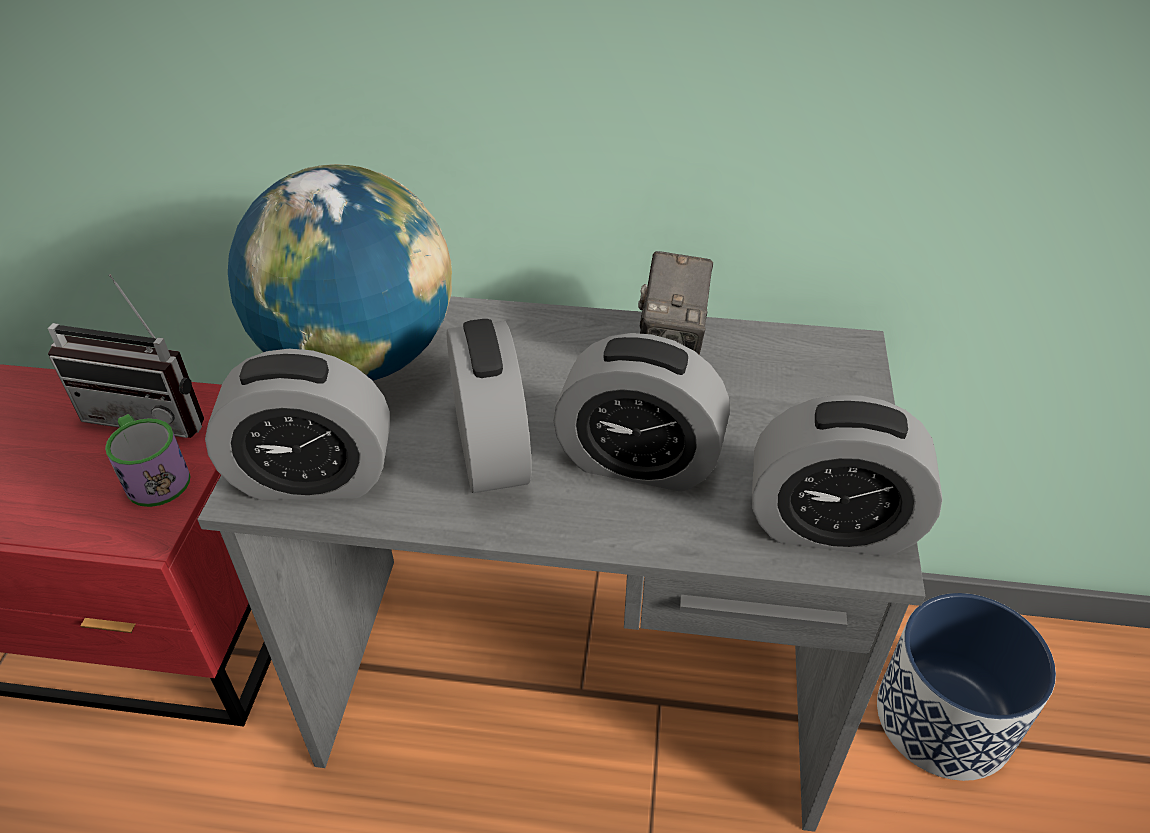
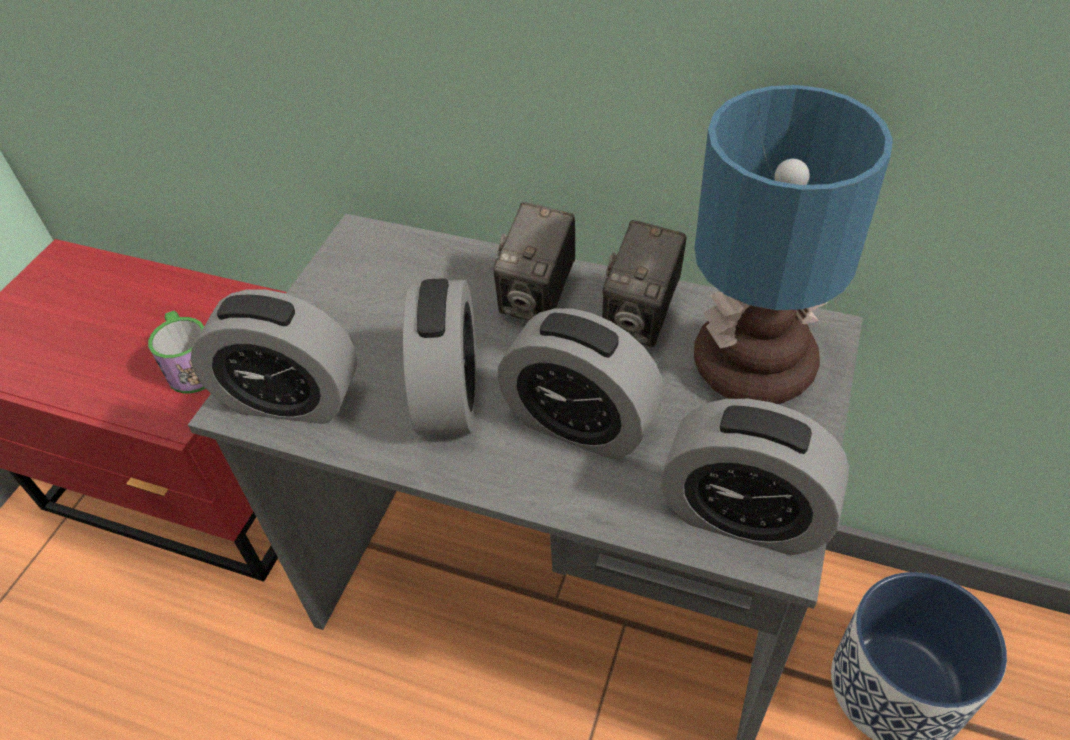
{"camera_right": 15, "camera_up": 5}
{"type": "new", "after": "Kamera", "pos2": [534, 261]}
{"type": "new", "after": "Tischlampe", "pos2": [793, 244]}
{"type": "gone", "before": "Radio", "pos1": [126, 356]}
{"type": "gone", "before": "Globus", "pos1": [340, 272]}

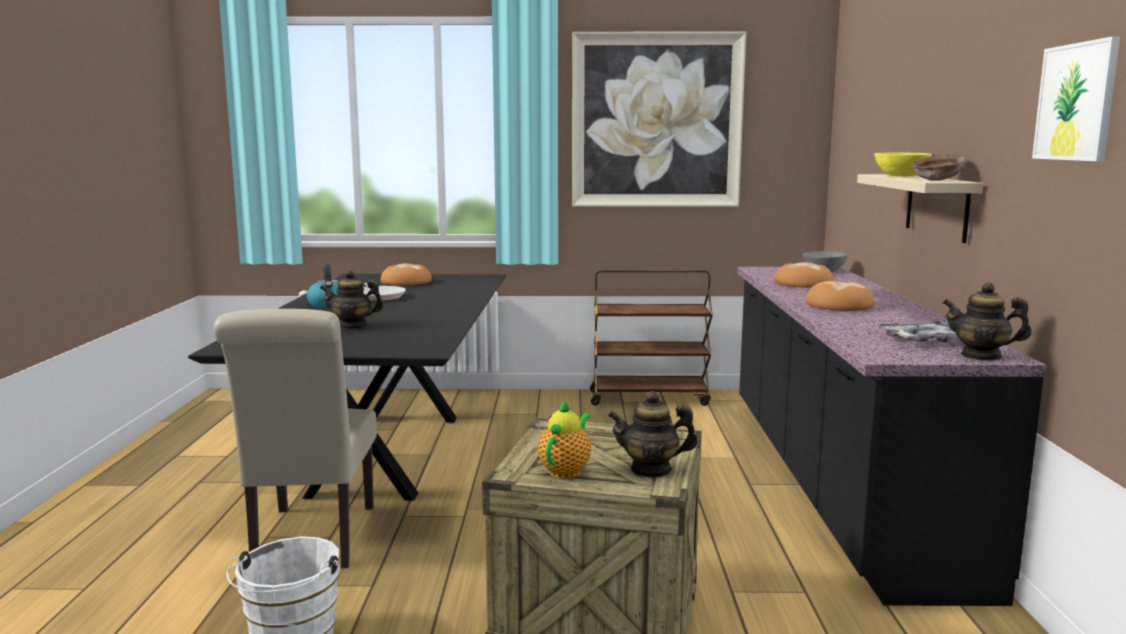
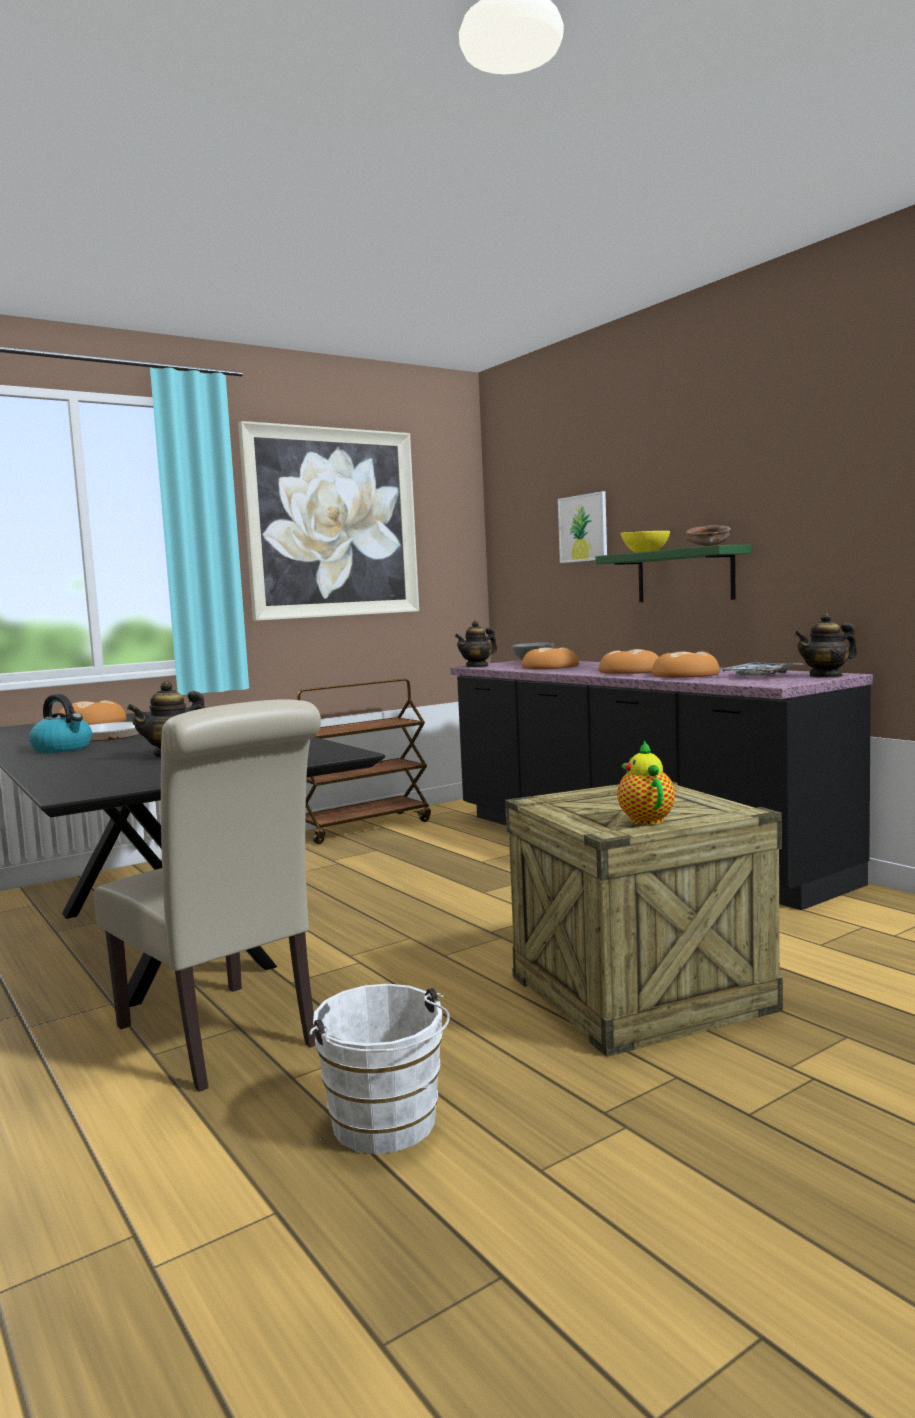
{"camera_right": -35, "camera_up": -5}
{"type": "shifted", "before": "Teekanne", "pos1": [653, 434], "pos2": [476, 643]}
{"type": "shifted", "before": "Bild", "pos1": [1076, 98], "pos2": [582, 527]}
{"type": "repainted", "before": "Wandregal (beige)", "after": "Wandregal (grün)", "pos1": [920, 208], "pos2": [673, 573]}
{"type": "new", "after": "Brot", "pos2": [685, 664]}

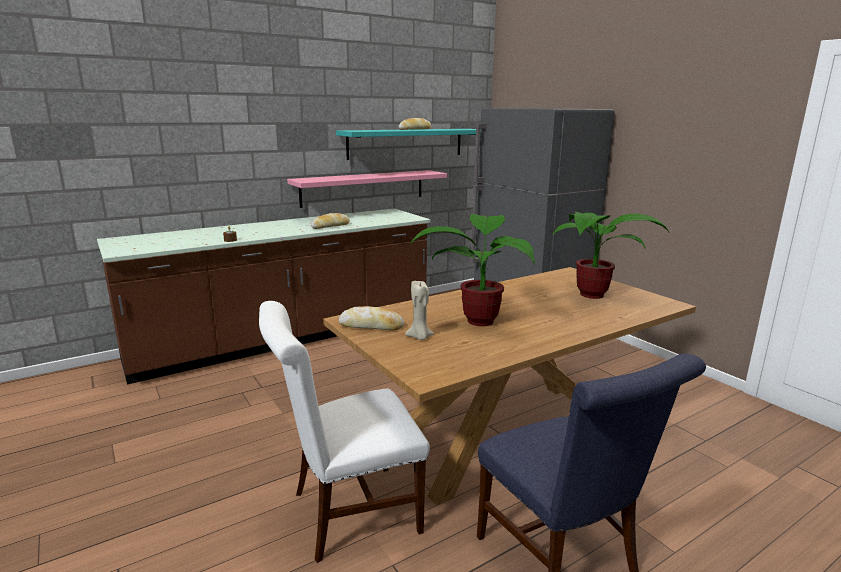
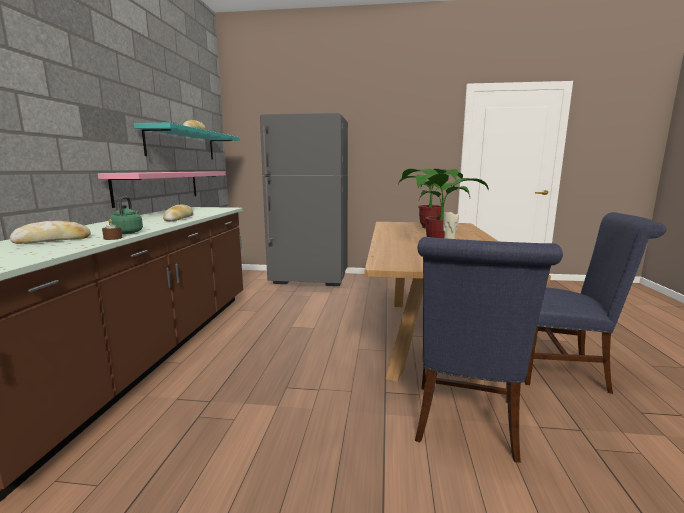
{"camera_right": -50, "camera_up": -5}
{"type": "shifted", "before": "Brot", "pos1": [371, 318], "pos2": [50, 232]}
{"type": "new", "after": "Wasserkessel (grün)", "pos2": [126, 215]}
{"type": "repainted", "before": "Stuhl (weiß)", "after": "Stuhl (blau)", "pos1": [344, 432], "pos2": [489, 350]}

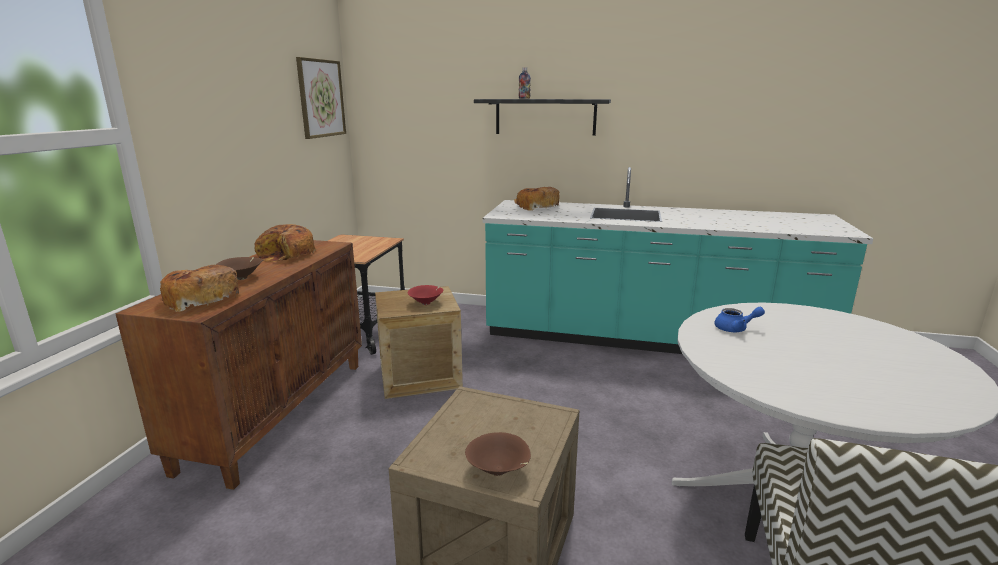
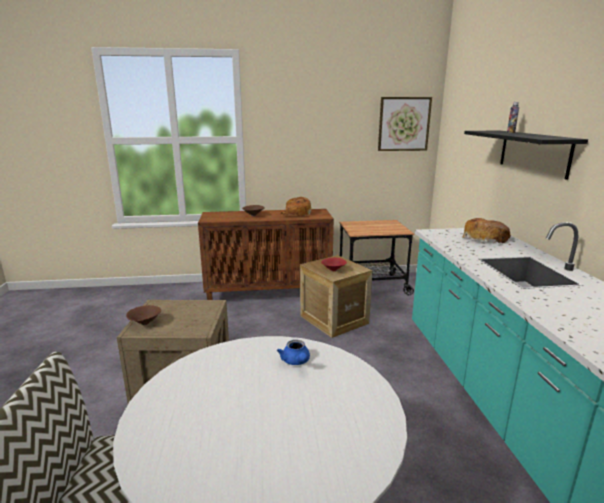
{"camera_right": 70, "camera_up": 0}
{"type": "gone", "before": "Brot", "pos1": [199, 288]}

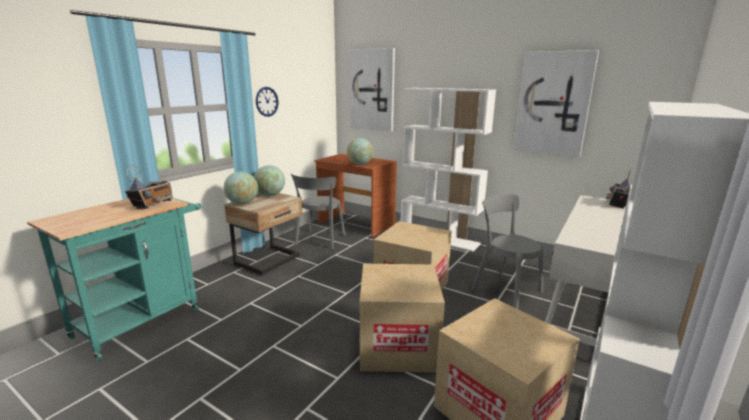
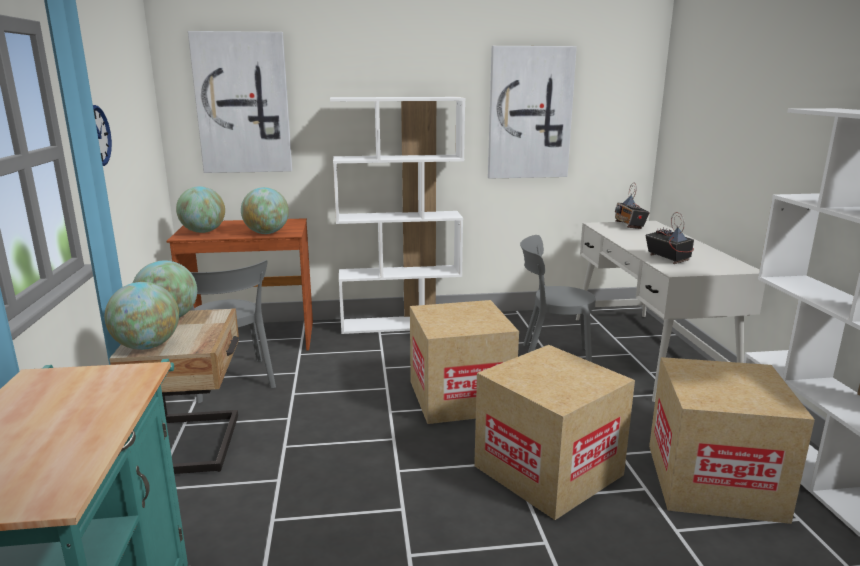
{"camera_right": -40, "camera_up": 0}
{"type": "new", "after": "Globus", "pos2": [200, 209]}
{"type": "shifted", "before": "Radio", "pos1": [149, 187], "pos2": [669, 238]}

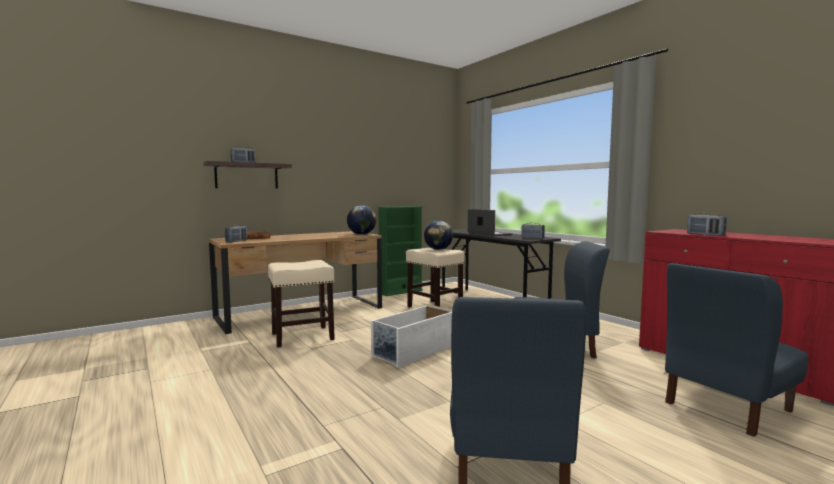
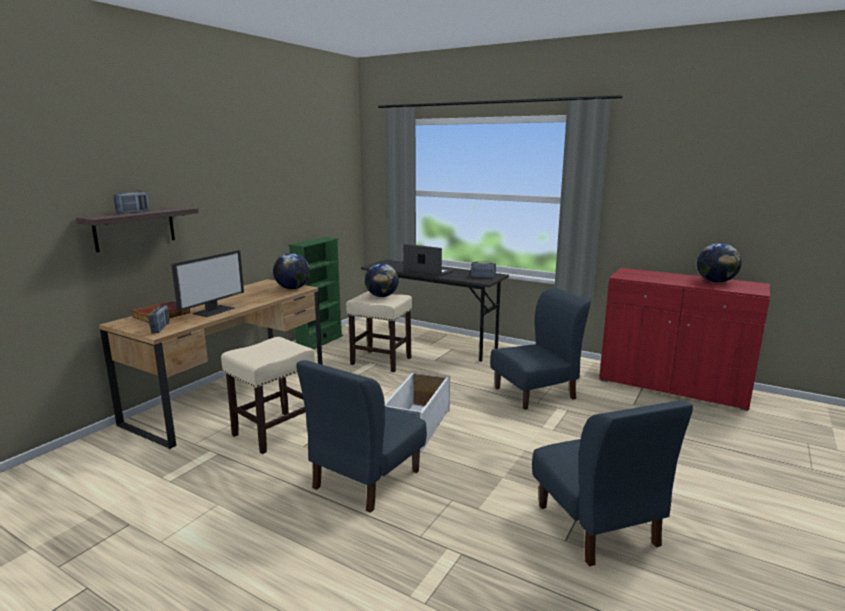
{"camera_right": -25, "camera_up": 10}
{"type": "new", "after": "Monitor", "pos2": [207, 283]}
{"type": "shifted", "before": "Stuhl (blau)", "pos1": [736, 350], "pos2": [361, 436]}
{"type": "new", "after": "Globus", "pos2": [719, 263]}
{"type": "gone", "before": "Radio", "pos1": [707, 224]}

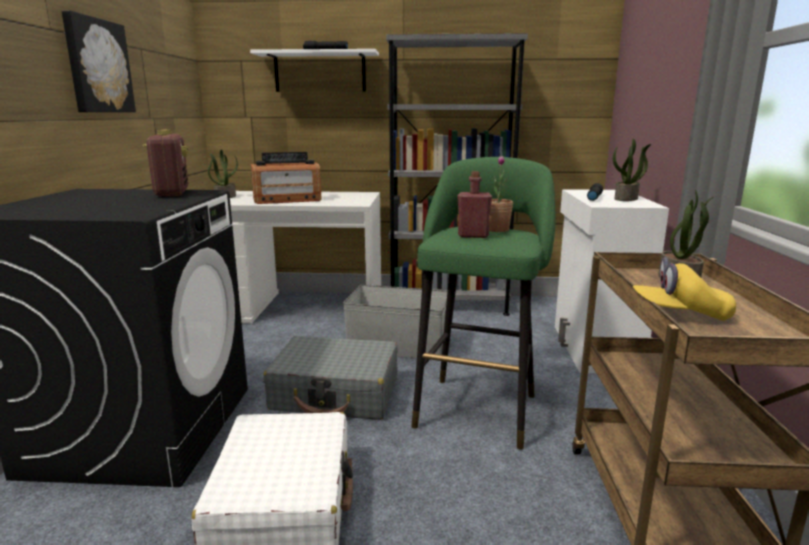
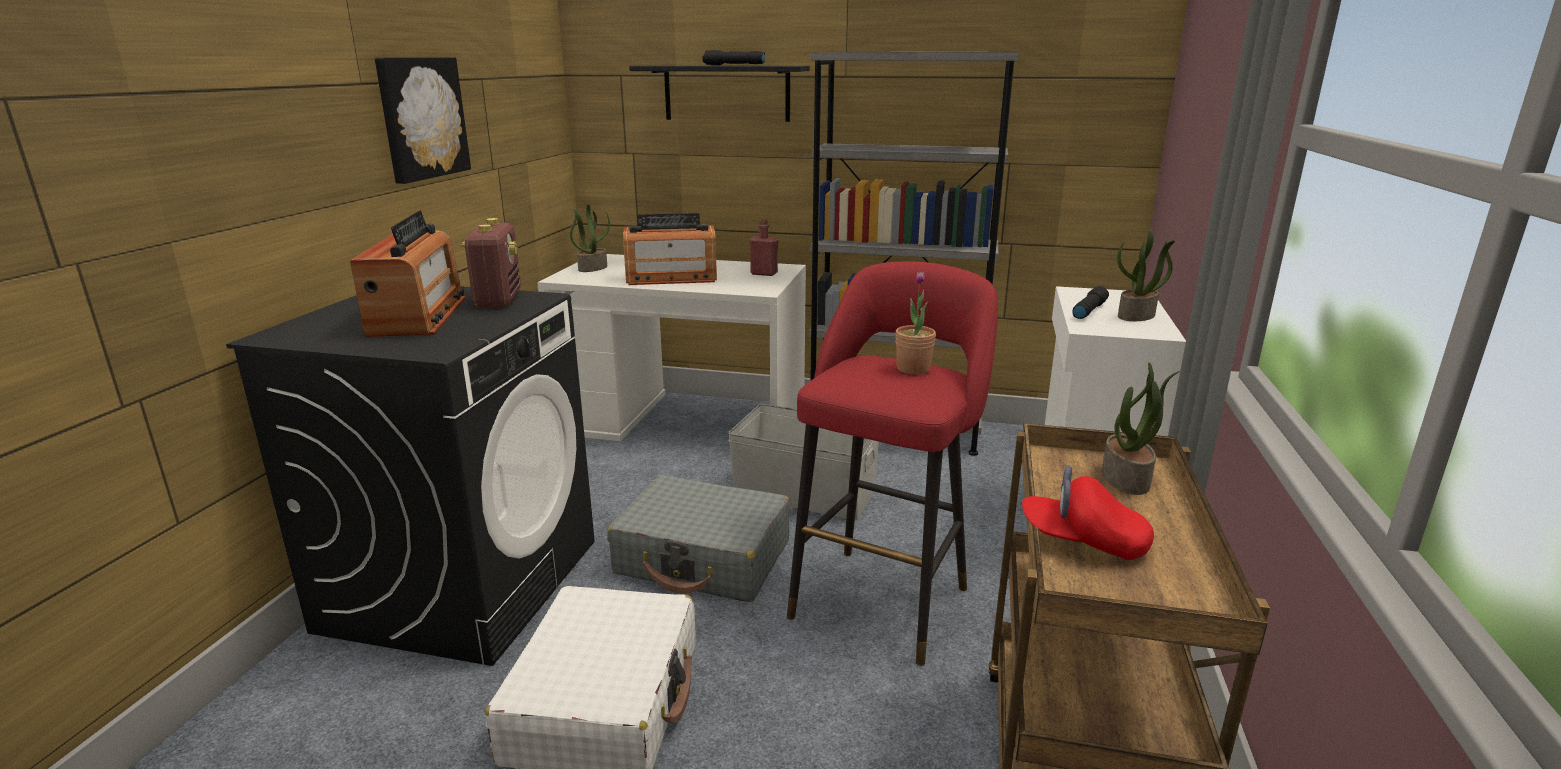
{"camera_right": 10, "camera_up": 5}
{"type": "new", "after": "Radio", "pos2": [408, 274]}
{"type": "repainted", "before": "Wandregal (weiß)", "after": "Wandregal (schwarz)", "pos1": [314, 70], "pos2": [719, 93]}
{"type": "shifted", "before": "Flasche (rot)", "pos1": [474, 204], "pos2": [764, 247]}
{"type": "repainted", "before": "Hocker (grün)", "after": "Hocker (rot)", "pos1": [483, 303], "pos2": [892, 464]}
{"type": "repainted", "before": "Kappe (gelb)", "after": "Kappe (rot)", "pos1": [684, 289], "pos2": [1088, 512]}

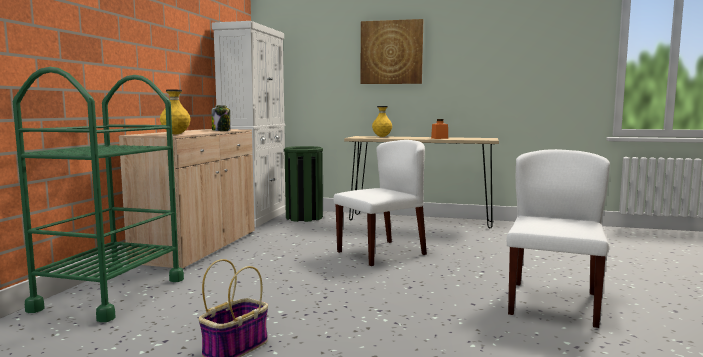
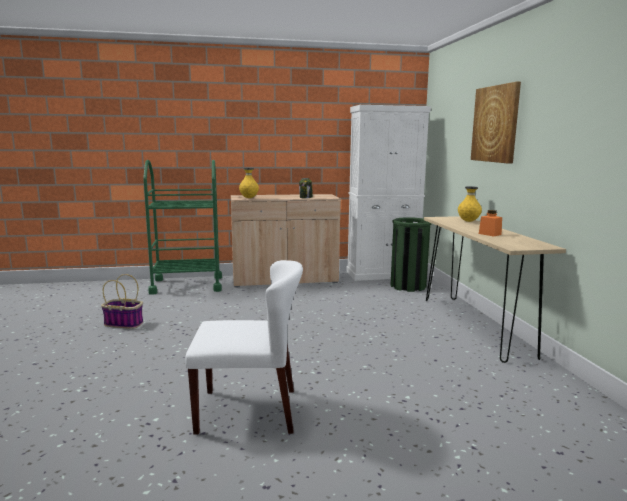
{"camera_right": 65, "camera_up": 5}
{"type": "gone", "before": "Stuhl (weiß)", "pos1": [380, 203]}

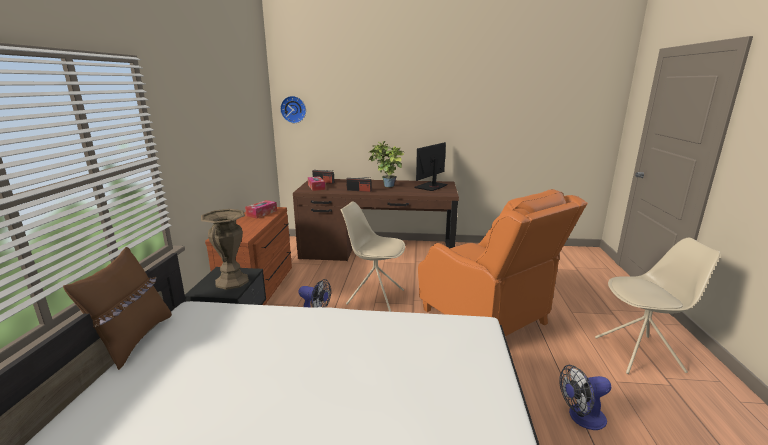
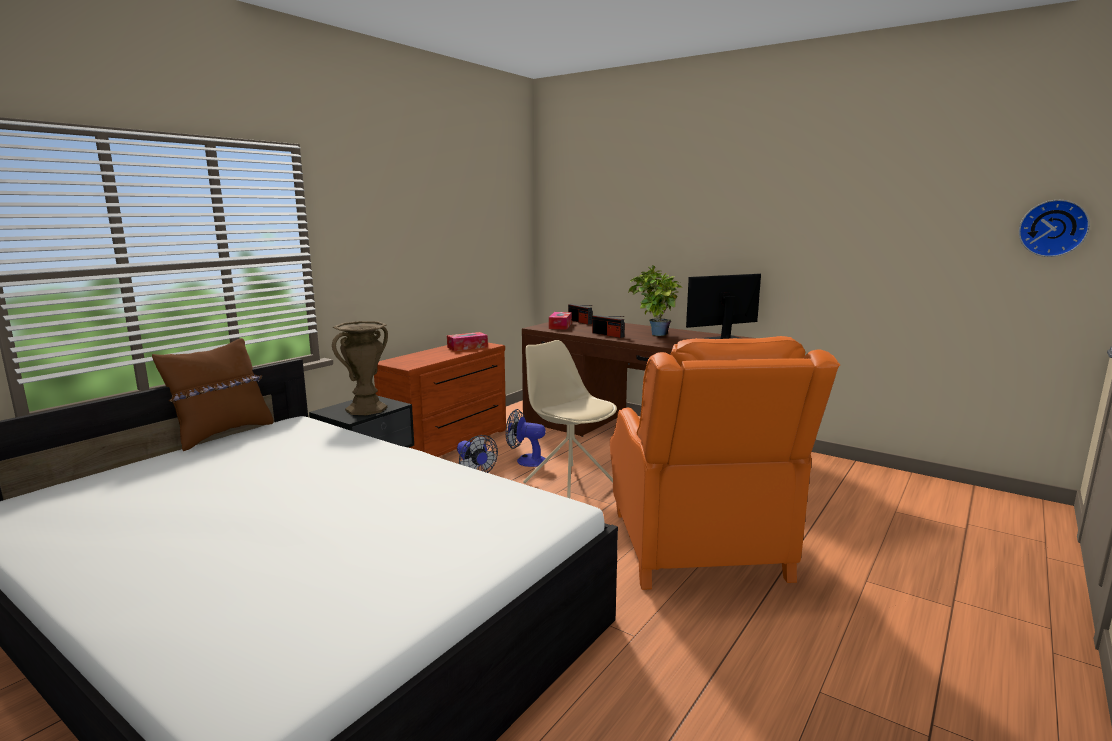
{"camera_right": 30, "camera_up": -5}
{"type": "shifted", "before": "Ventilator", "pos1": [585, 397], "pos2": [526, 438]}
{"type": "shifted", "before": "Wanduhr", "pos1": [293, 109], "pos2": [1054, 228]}
{"type": "gone", "before": "Stuhl (beige)", "pos1": [657, 306]}

